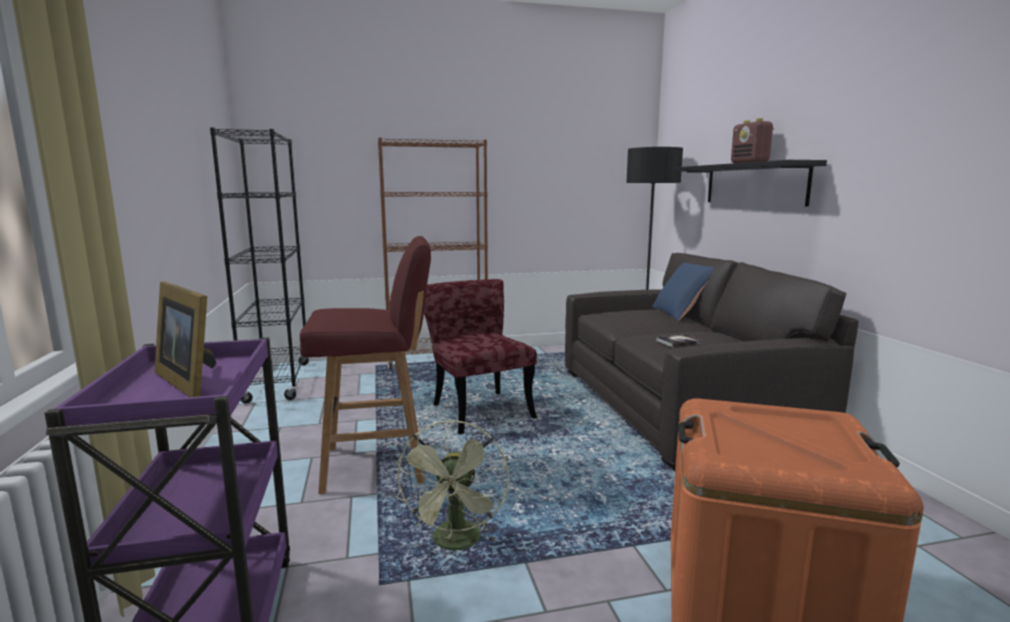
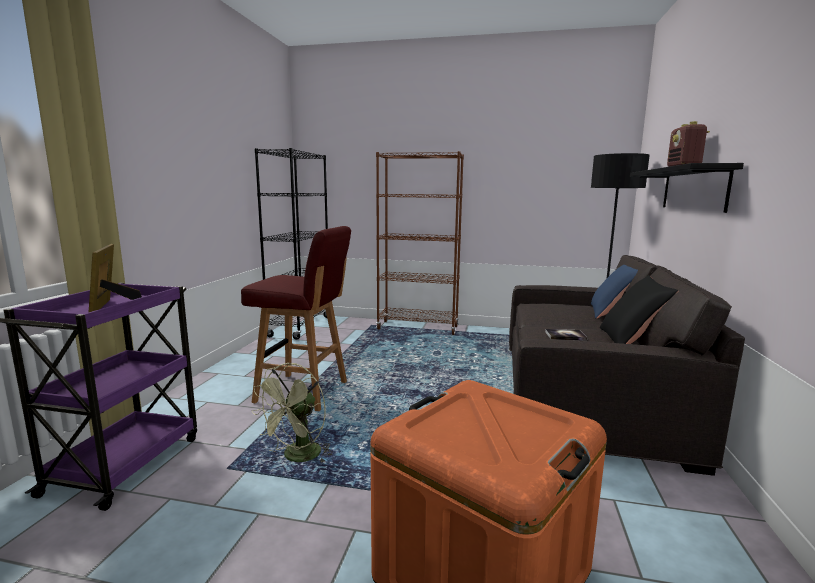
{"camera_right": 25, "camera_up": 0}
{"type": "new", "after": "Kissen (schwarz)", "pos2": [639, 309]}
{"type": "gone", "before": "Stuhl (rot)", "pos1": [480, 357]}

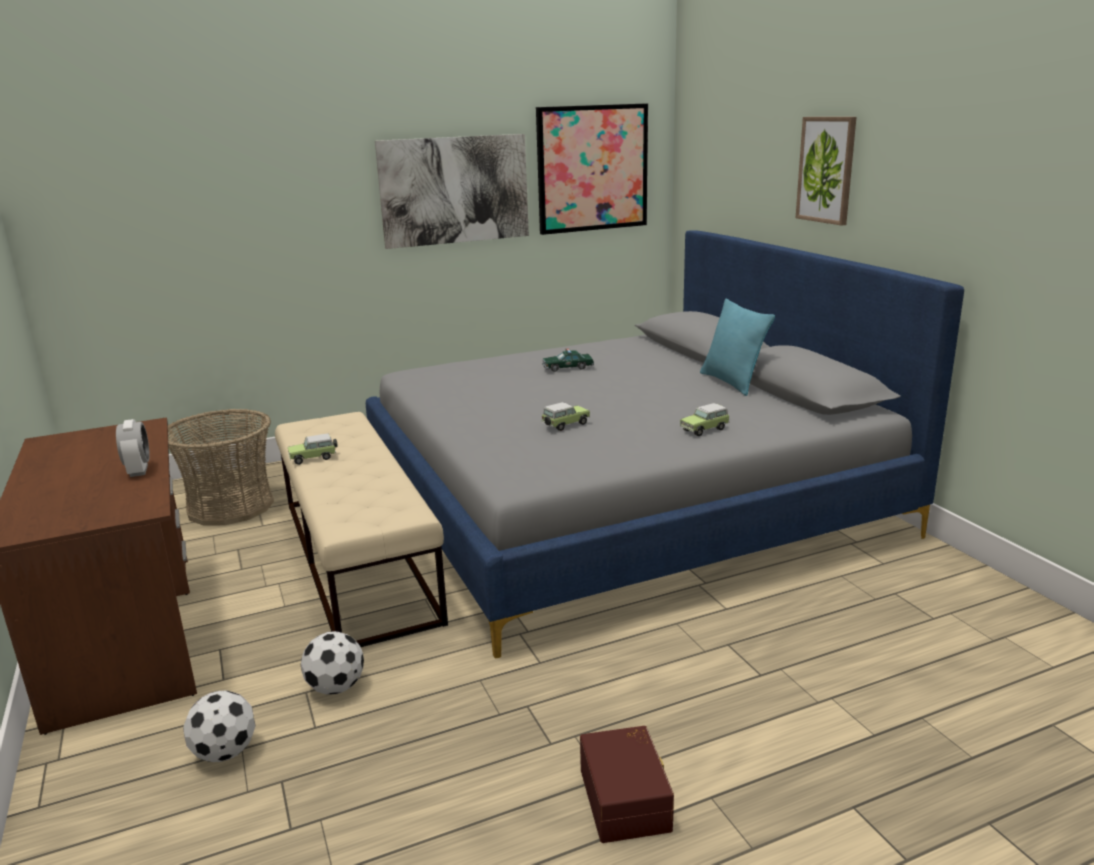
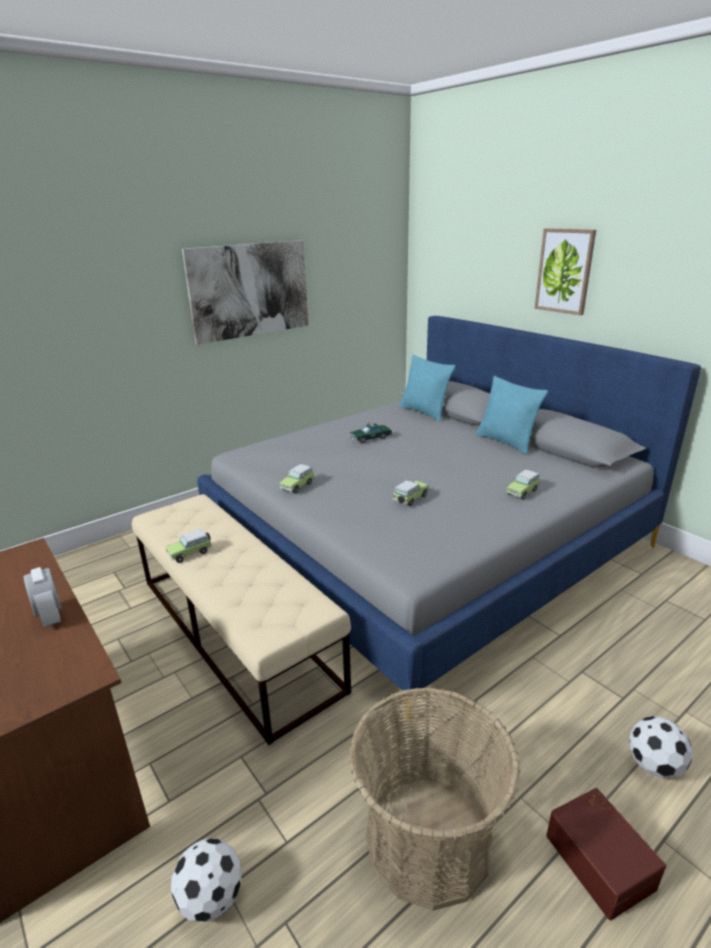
{"camera_right": -15, "camera_up": 5}
{"type": "new", "after": "Spielzeugauto", "pos2": [297, 479]}
{"type": "shifted", "before": "Korb", "pos1": [221, 467], "pos2": [435, 799]}
{"type": "new", "after": "Kissen (türkis)", "pos2": [427, 388]}
{"type": "shifted", "before": "Fußball", "pos1": [332, 663], "pos2": [661, 747]}
{"type": "gone", "before": "Bild", "pos1": [592, 169]}

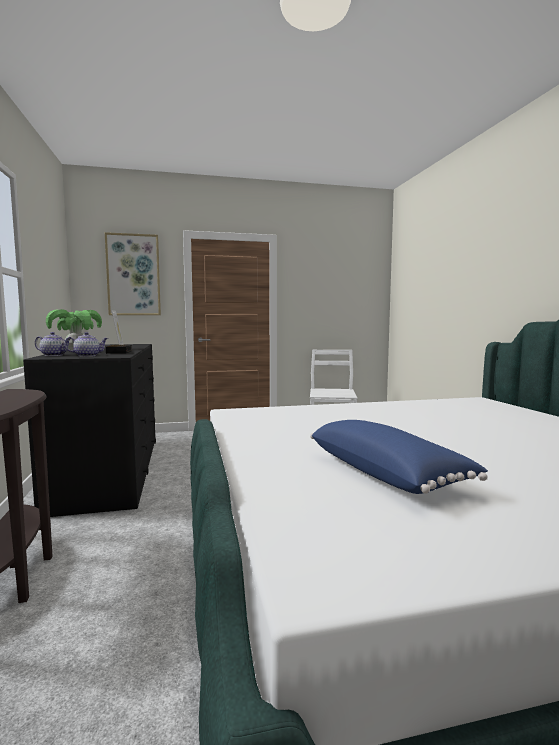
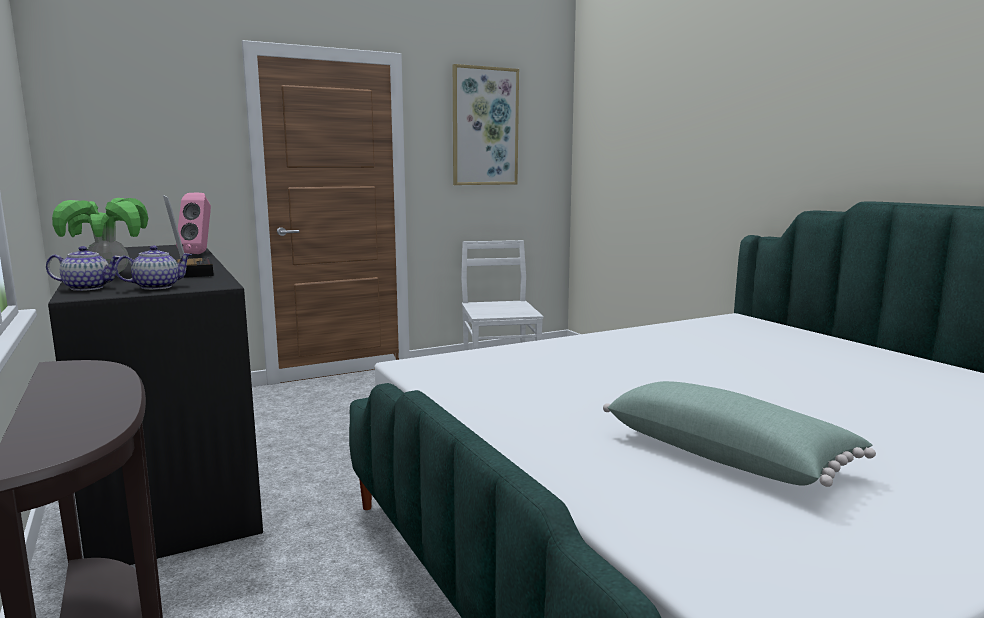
{"camera_right": -15, "camera_up": 5}
{"type": "new", "after": "Lautsprecher (rosa)", "pos2": [193, 223]}
{"type": "shifted", "before": "Bild", "pos1": [133, 273], "pos2": [486, 124]}
{"type": "repainted", "before": "Kissen (blau)", "after": "Kissen (grün)", "pos1": [399, 457], "pos2": [739, 434]}

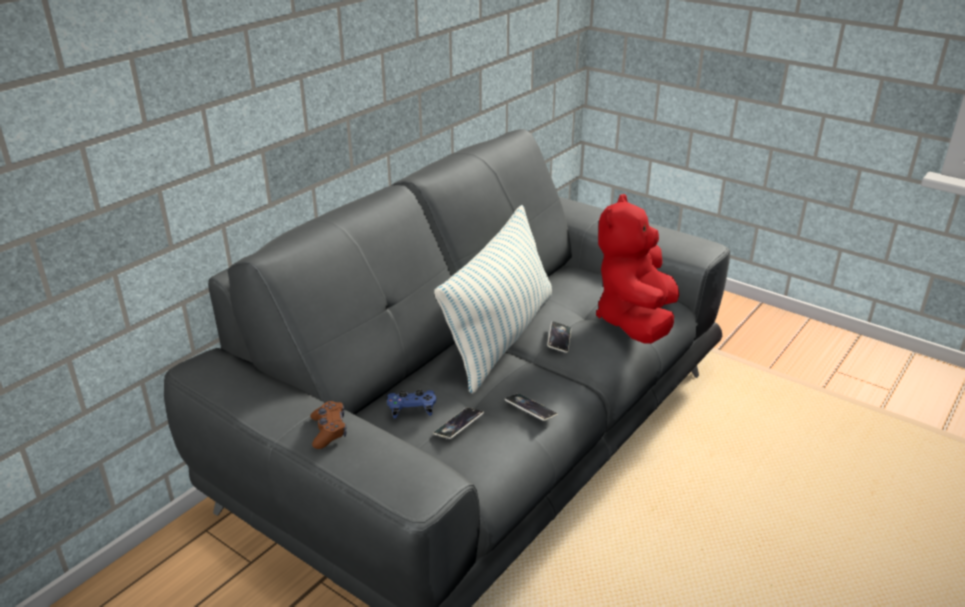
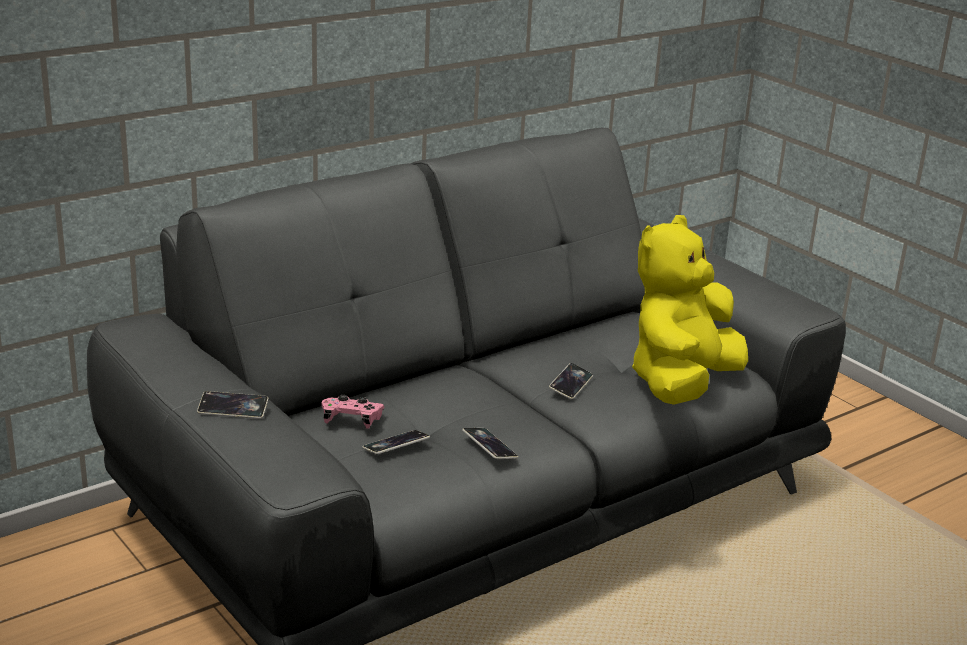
{"camera_right": 15, "camera_up": -5}
{"type": "swapped", "before": "Gamepad (braun)", "after": "Handy", "pos1": [328, 425], "pos2": [233, 405]}
{"type": "repainted", "before": "Gamepad (blau)", "after": "Gamepad (rosa)", "pos1": [411, 404], "pos2": [353, 412]}
{"type": "repainted", "before": "Plüschtier (rot)", "after": "Plüschtier (gelb)", "pos1": [637, 269], "pos2": [690, 310]}
{"type": "gone", "before": "Kissen", "pos1": [493, 299]}

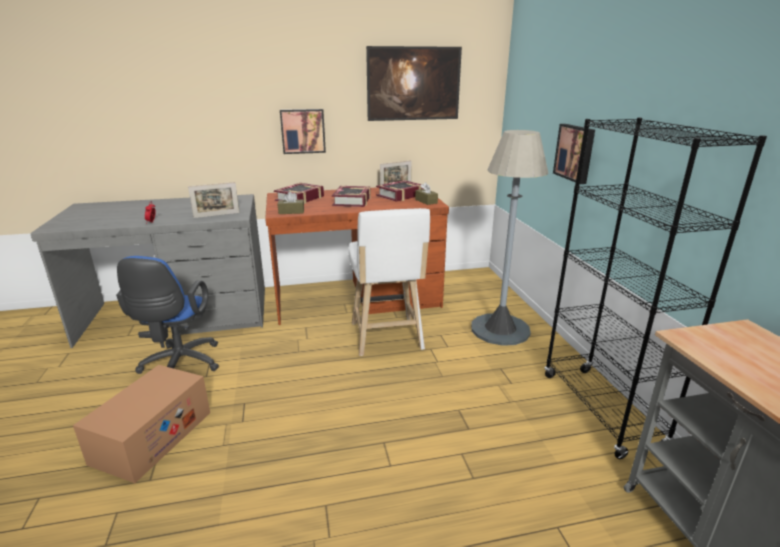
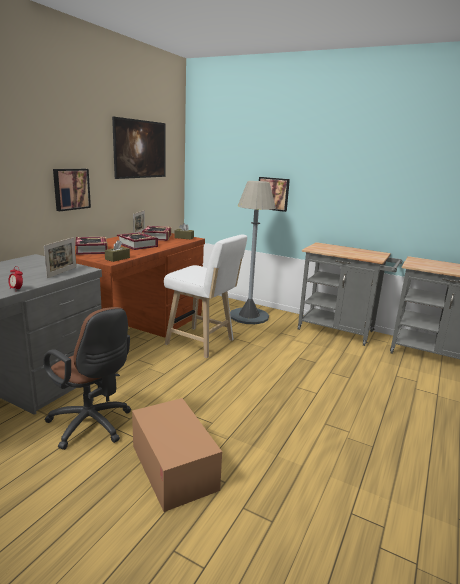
{"camera_right": -50, "camera_up": -5}
{"type": "repainted", "before": "Bürostuhl (blau)", "after": "Bürostuhl (braun)", "pos1": [167, 315], "pos2": [87, 378]}
{"type": "swapped", "before": "Bücherregal (schwarz)", "after": "Rollwagen (grau)", "pos1": [655, 288], "pos2": [350, 294]}

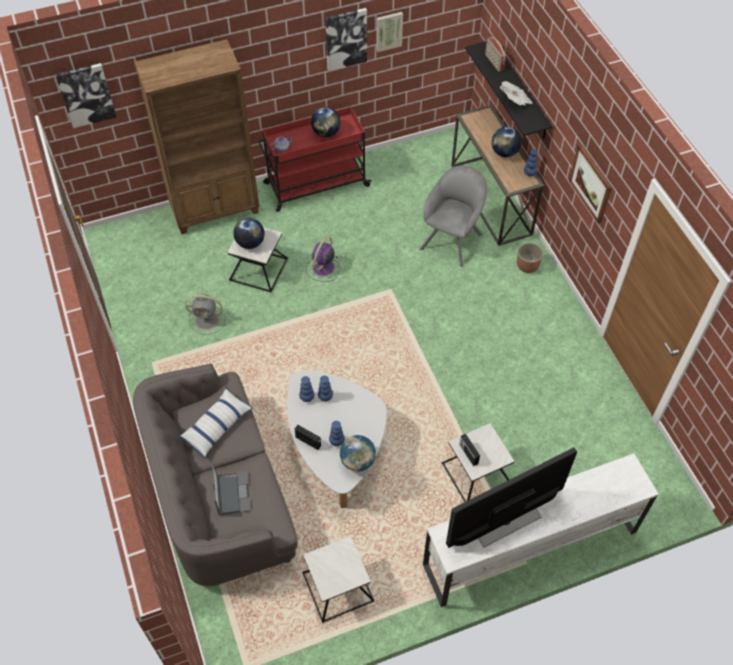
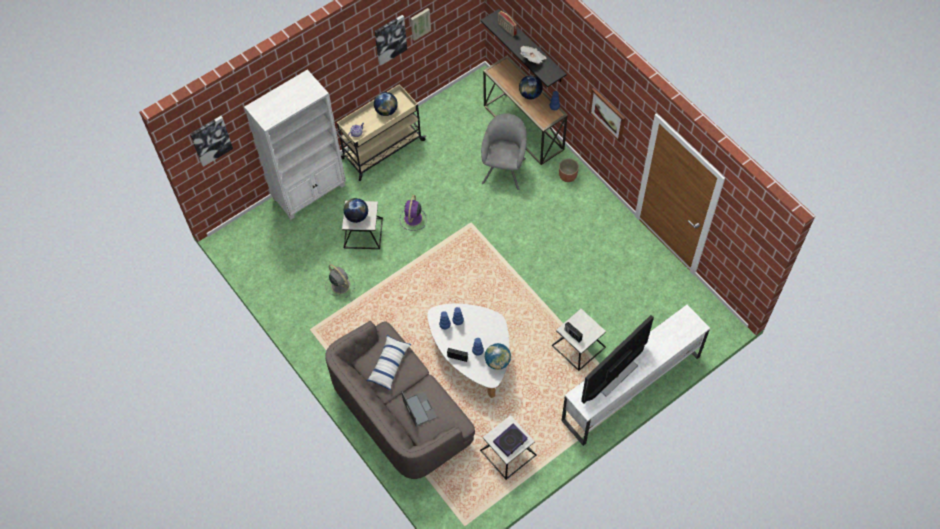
{"camera_right": -15, "camera_up": 5}
{"type": "repainted", "before": "Bücherregal (braun)", "after": "Bücherregal (weiß)", "pos1": [196, 136], "pos2": [295, 144]}
{"type": "rotated", "before": "Ventilator (grau)", "pos1": [205, 314], "pos2": [340, 281], "turn": -120}
{"type": "repainted", "before": "Rollwagen (rot)", "after": "Rollwagen (beige)", "pos1": [314, 159], "pos2": [381, 132]}
{"type": "new", "after": "Buch", "pos2": [510, 440]}

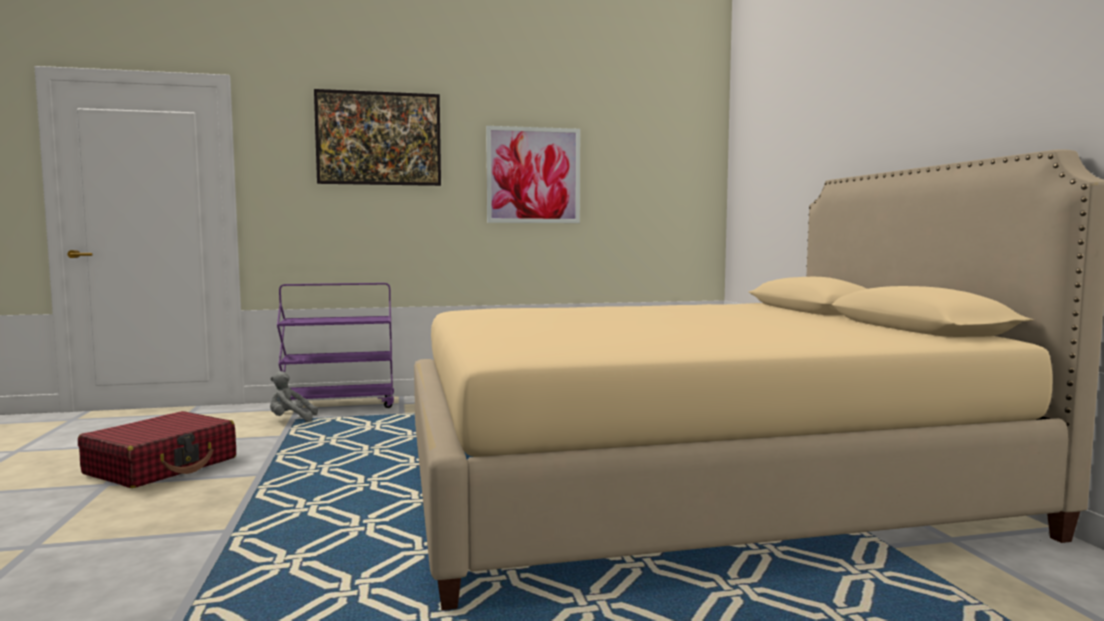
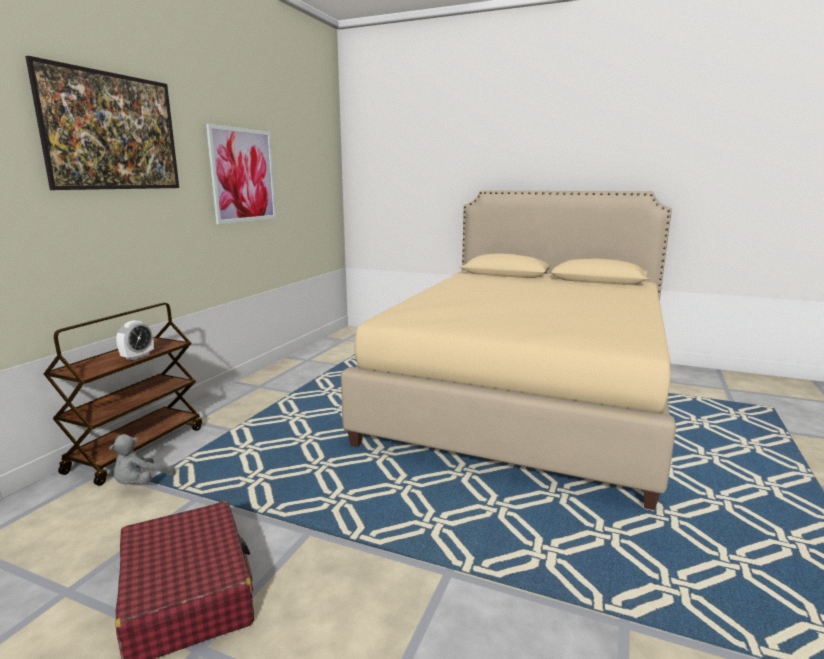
{"camera_right": -55, "camera_up": 10}
{"type": "repainted", "before": "Rollwagen (lila)", "after": "Rollwagen (braun)", "pos1": [335, 345], "pos2": [123, 394]}
{"type": "new", "after": "Wecker", "pos2": [135, 340]}

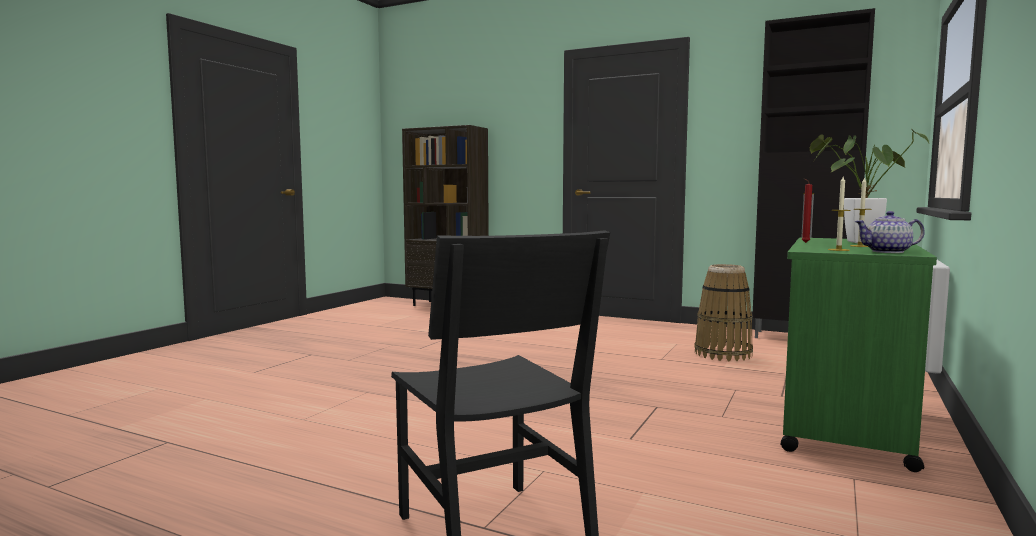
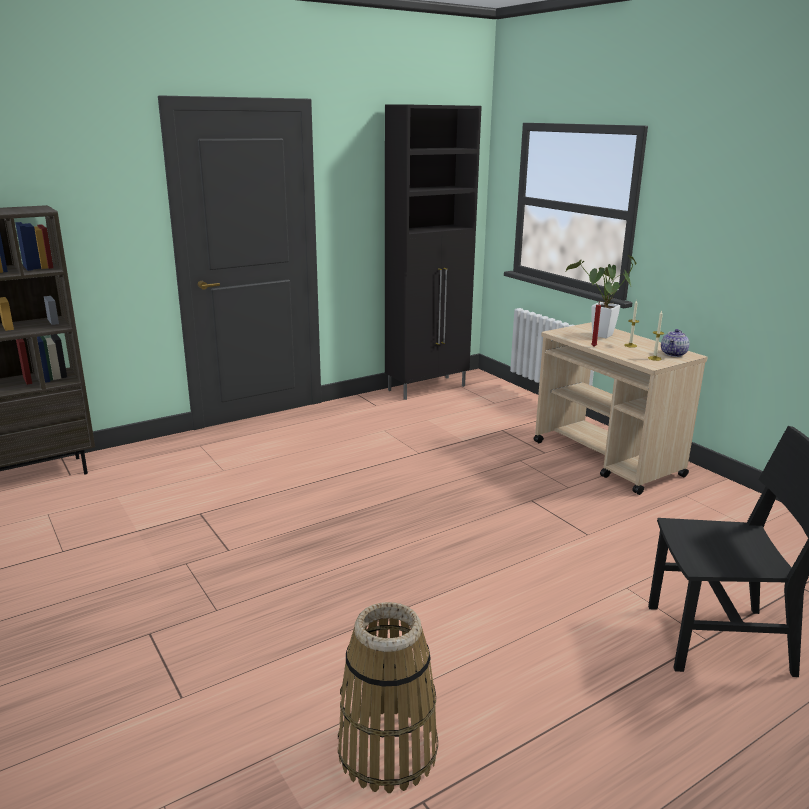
{"camera_right": -60, "camera_up": 15}
{"type": "shifted", "before": "Korb", "pos1": [723, 312], "pos2": [388, 697]}
{"type": "repainted", "before": "Rollwagen (grün)", "after": "Rollwagen (beige)", "pos1": [858, 355], "pos2": [620, 408]}

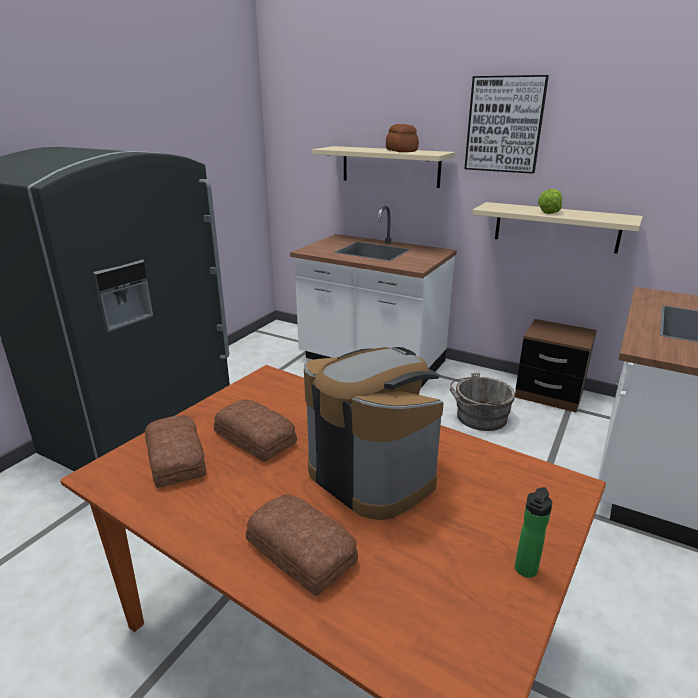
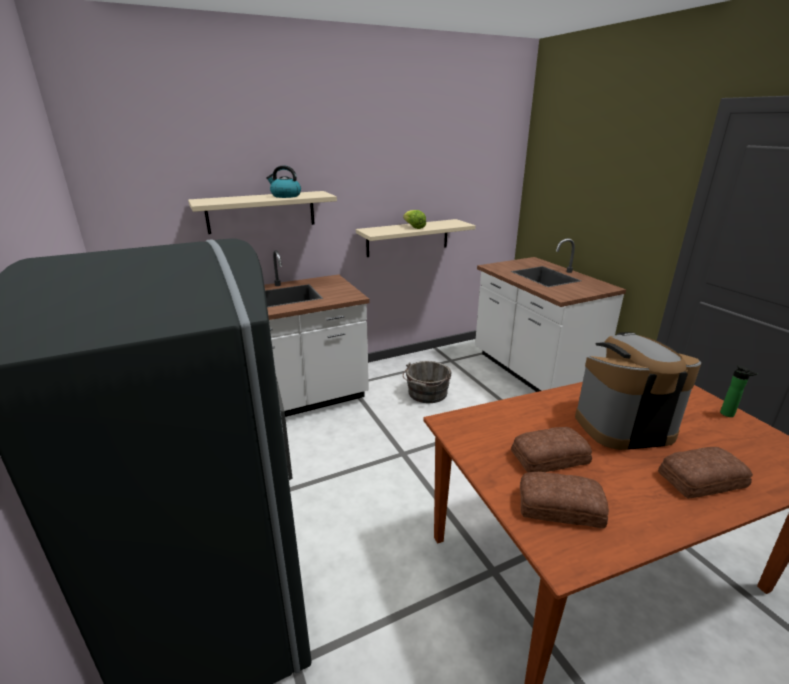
{"camera_right": -55, "camera_up": 0}
{"type": "swapped", "before": "Brot", "after": "Wasserkessel", "pos1": [402, 138], "pos2": [283, 181]}
{"type": "gone", "before": "Bild", "pos1": [506, 124]}
{"type": "gone", "before": "Nachttisch (braun)", "pos1": [556, 365]}

